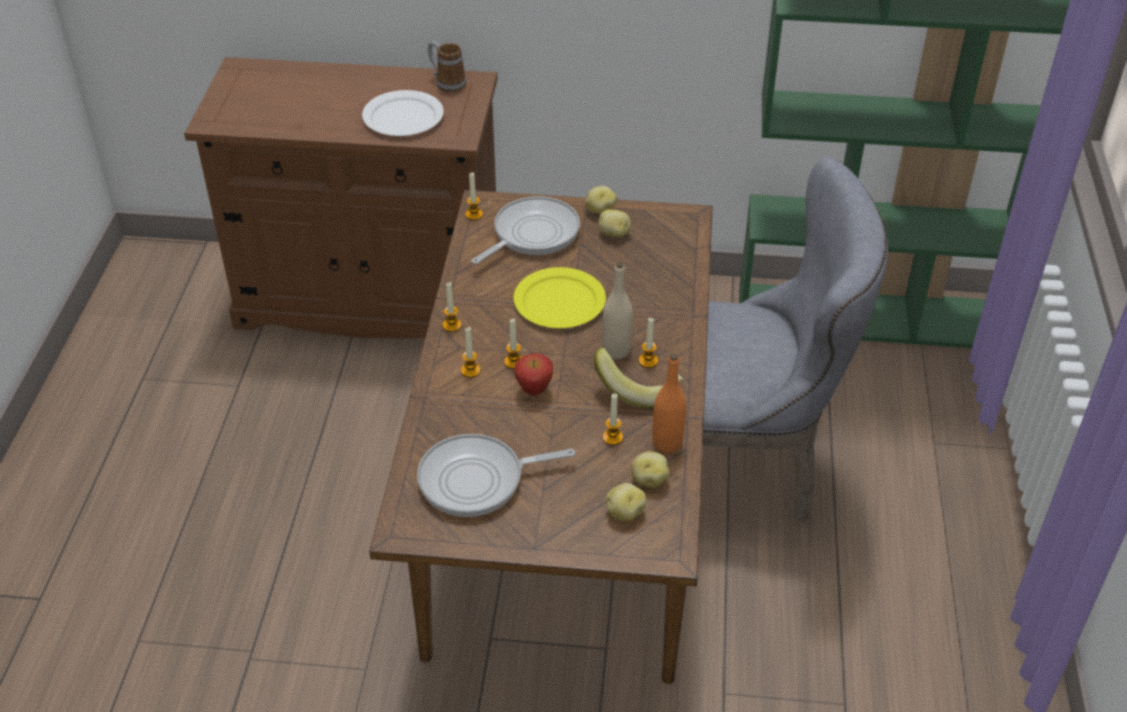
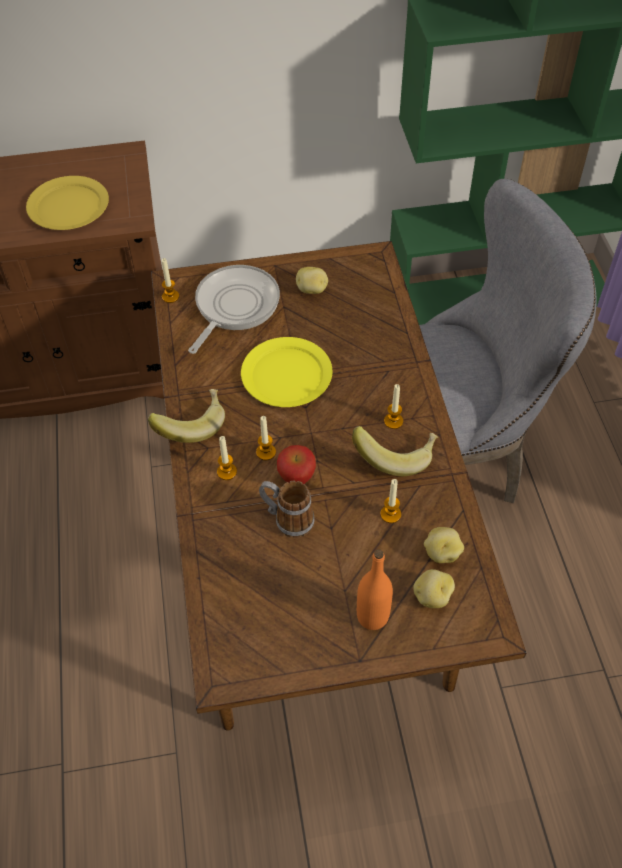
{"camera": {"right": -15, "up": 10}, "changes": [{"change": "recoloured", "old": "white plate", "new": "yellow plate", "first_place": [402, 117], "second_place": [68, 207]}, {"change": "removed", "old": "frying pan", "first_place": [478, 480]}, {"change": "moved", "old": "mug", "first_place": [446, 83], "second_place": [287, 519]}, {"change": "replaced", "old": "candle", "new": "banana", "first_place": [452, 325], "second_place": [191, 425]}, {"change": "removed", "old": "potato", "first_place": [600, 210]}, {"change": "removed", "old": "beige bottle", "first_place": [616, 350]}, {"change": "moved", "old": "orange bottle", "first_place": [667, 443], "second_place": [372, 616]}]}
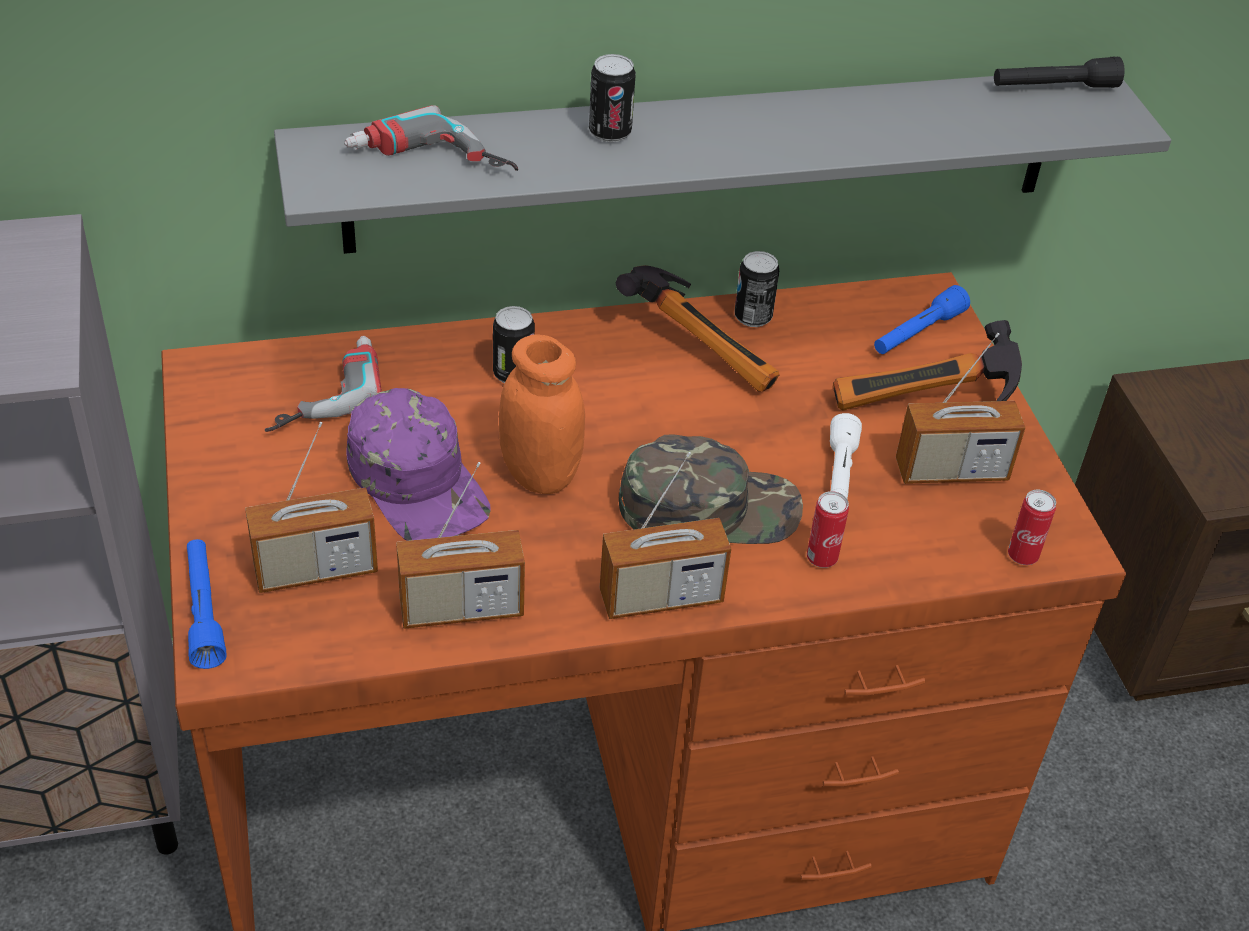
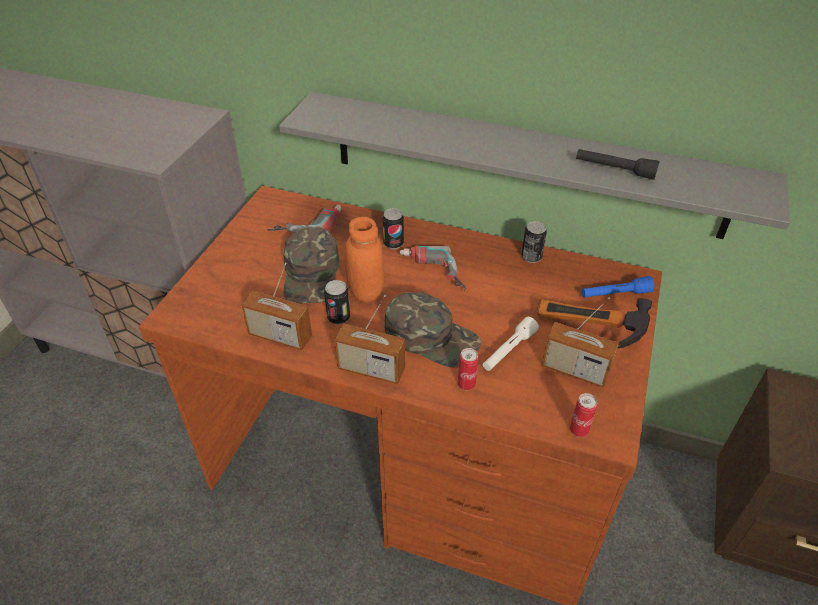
{"camera": {"right": 35, "up": 0}, "changes": [{"change": "removed", "old": "blue flashlight", "first_place": [204, 611]}, {"change": "removed", "old": "radio", "first_place": [316, 570]}, {"change": "moved", "old": "power drill", "first_place": [429, 164], "second_place": [431, 273]}, {"change": "recoloured", "old": "purple cap", "new": "green cap", "first_place": [419, 481], "second_place": [312, 274]}, {"change": "moved", "old": "can", "first_place": [610, 132], "second_place": [338, 317]}, {"change": "removed", "old": "hammer", "first_place": [704, 347]}, {"change": "moved", "old": "black flashlight", "first_place": [1054, 87], "second_place": [614, 170]}]}
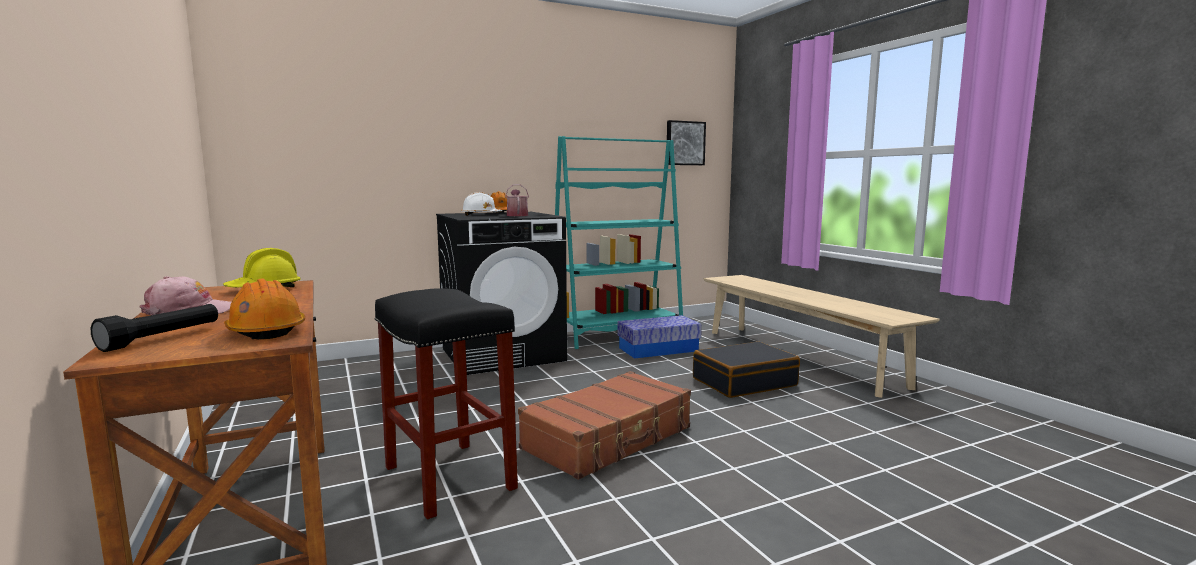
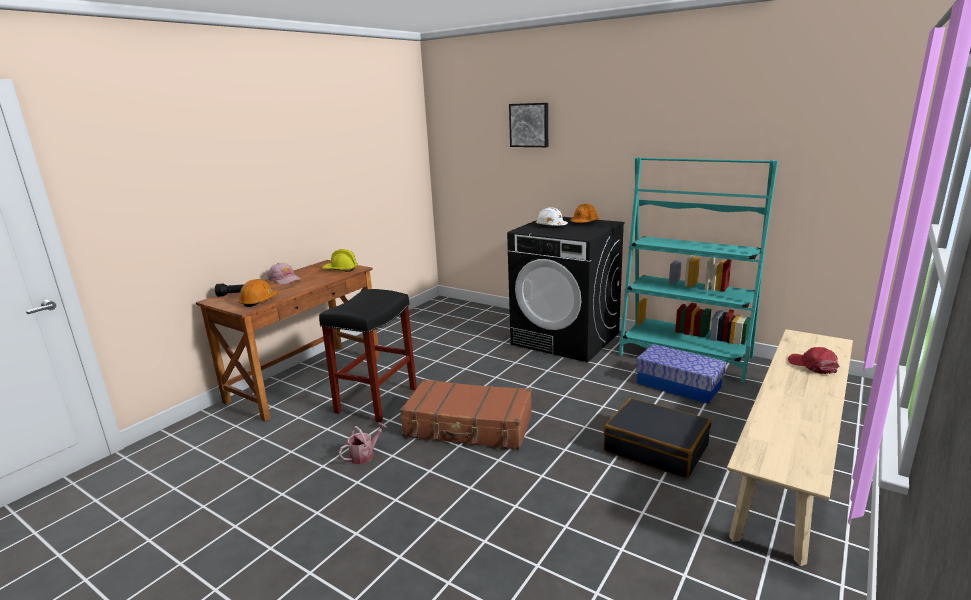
{"camera": {"right": 60, "up": 10}, "changes": [{"change": "moved", "old": "watering can", "first_place": [517, 215], "second_place": [365, 455]}, {"change": "moved", "old": "picture", "first_place": [684, 143], "second_place": [529, 125]}, {"change": "added", "new": "red cap", "second_place": [813, 365]}]}
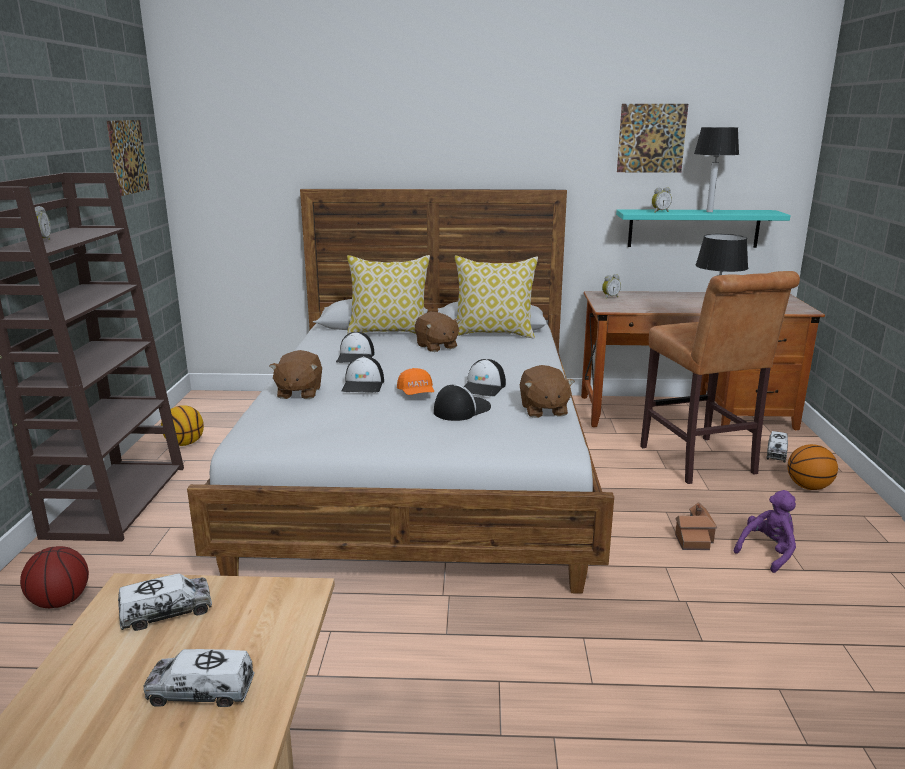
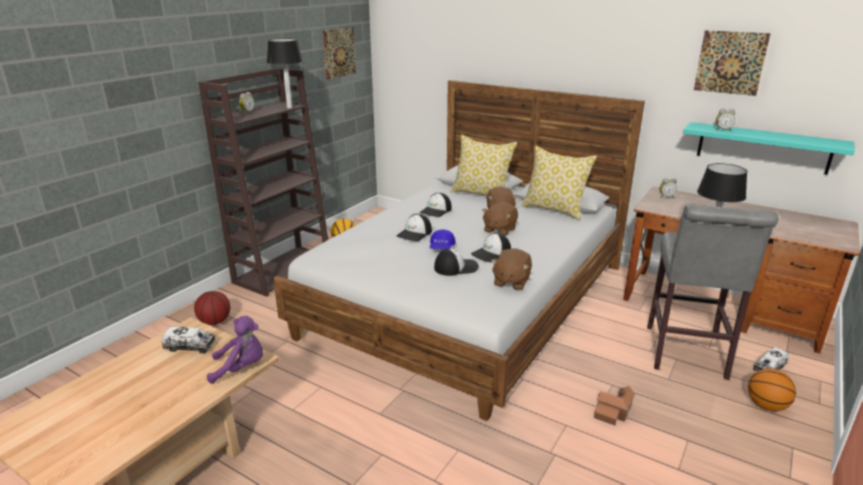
{"camera": {"right": 30, "up": 5}, "changes": [{"change": "removed", "old": "toy truck", "first_place": [201, 691]}, {"change": "moved", "old": "brown plush toy", "first_place": [299, 393], "second_place": [499, 230]}, {"change": "recoloured", "old": "orange cap", "new": "blue cap", "first_place": [416, 393], "second_place": [441, 248]}, {"change": "recoloured", "old": "brown stool", "new": "grey stool", "first_place": [700, 463], "second_place": [686, 355]}, {"change": "moved", "old": "table lamp", "first_place": [709, 211], "second_place": [289, 107]}, {"change": "moved", "old": "purple plush toy", "first_place": [767, 552], "second_place": [241, 368]}]}
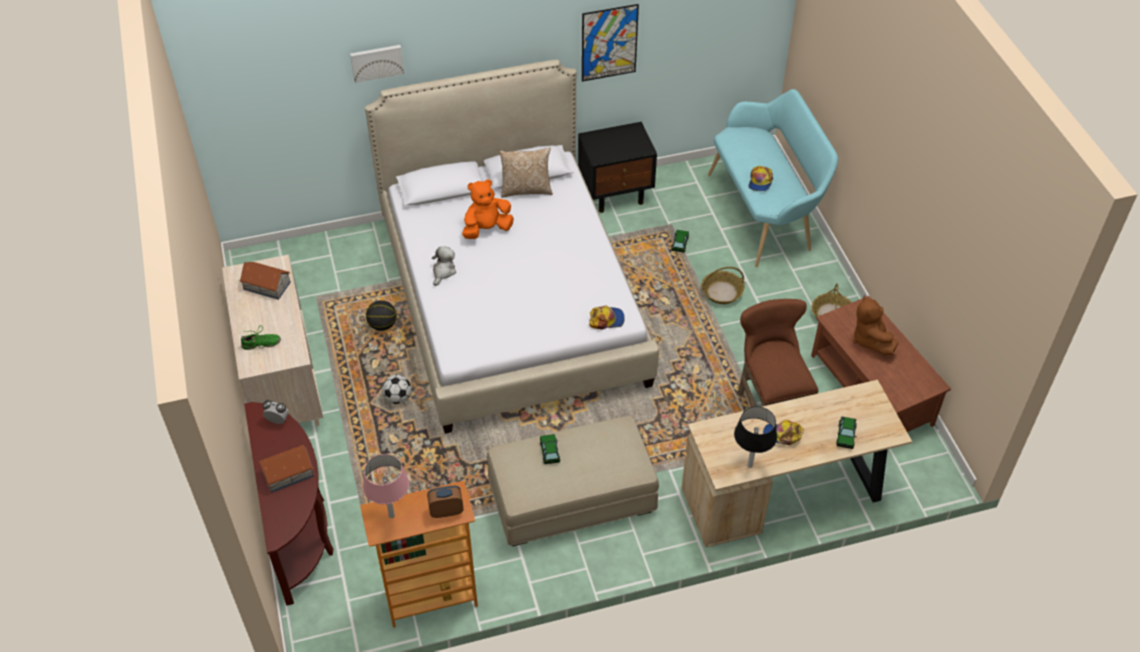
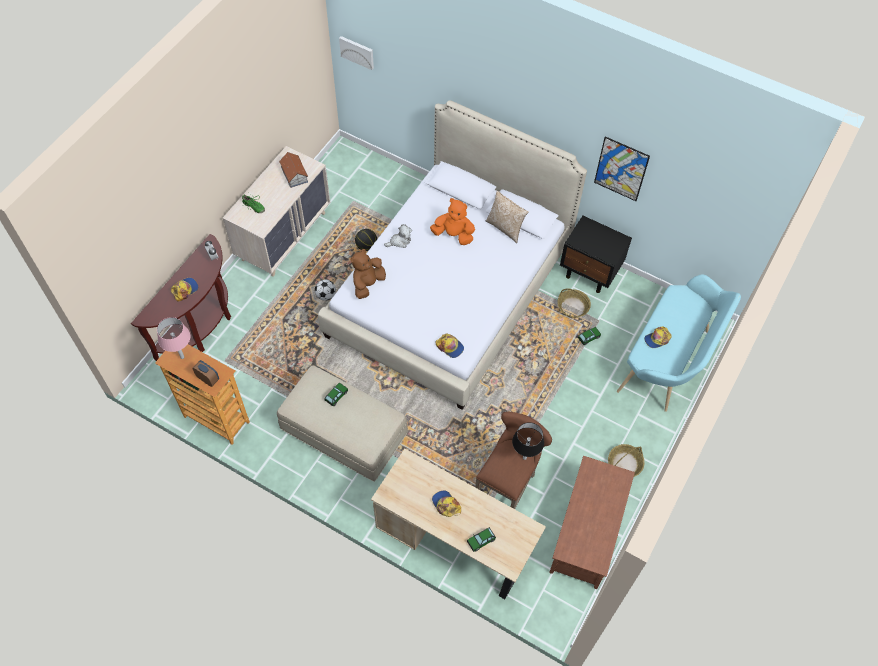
{"camera": {"right": 45, "up": 10}, "changes": [{"change": "replaced", "old": "toy house", "new": "cap", "first_place": [287, 473], "second_place": [185, 290]}, {"change": "moved", "old": "picture", "first_place": [376, 62], "second_place": [357, 52]}, {"change": "moved", "old": "basket", "first_place": [722, 292], "second_place": [573, 307]}, {"change": "moved", "old": "black table lamp", "first_place": [750, 465], "second_place": [524, 458]}, {"change": "moved", "old": "brown plush toy", "first_place": [870, 339], "second_place": [367, 284]}]}
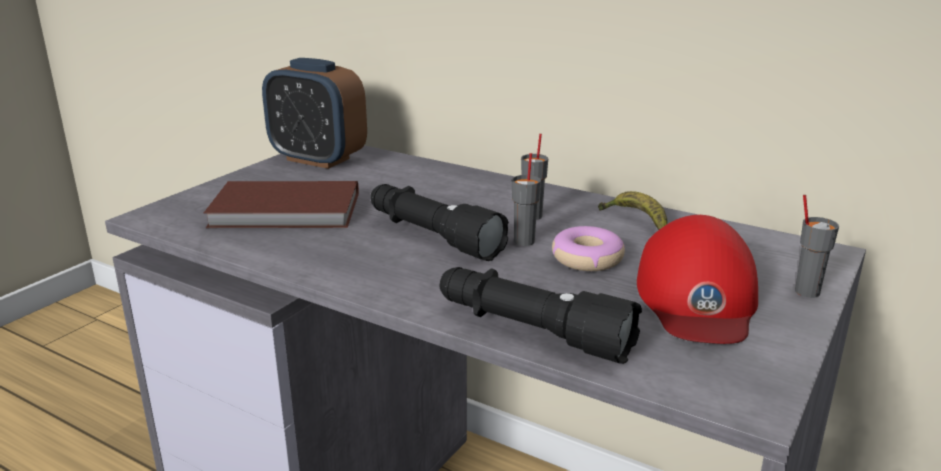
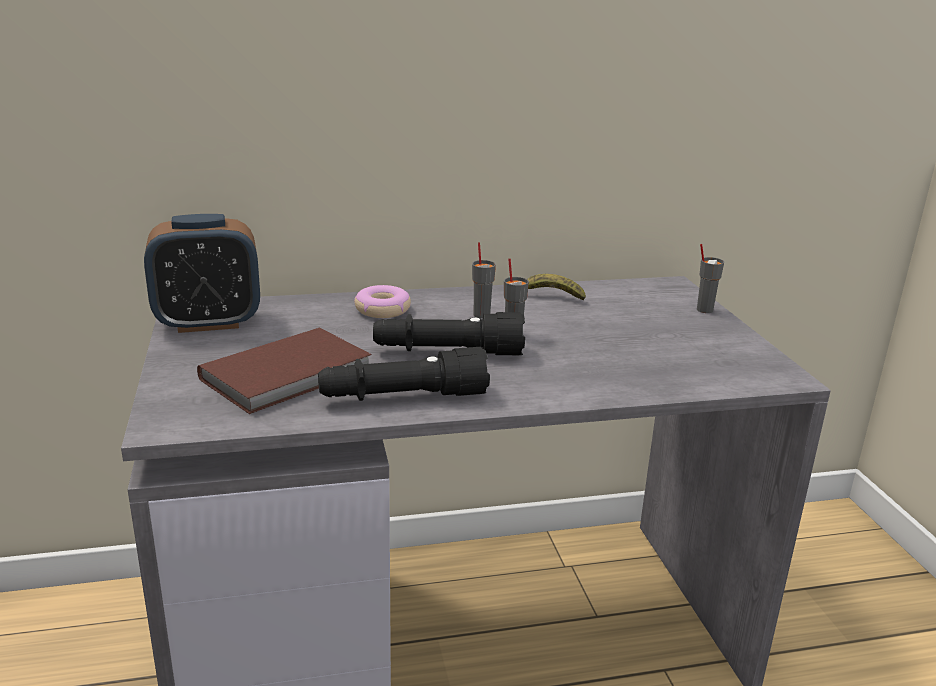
{"camera": {"right": -45, "up": 0}, "changes": [{"change": "moved", "old": "black flashlight", "first_place": [531, 331], "second_place": [403, 397]}, {"change": "moved", "old": "donut", "first_place": [587, 259], "second_place": [382, 310]}, {"change": "removed", "old": "red cap", "first_place": [697, 297]}]}
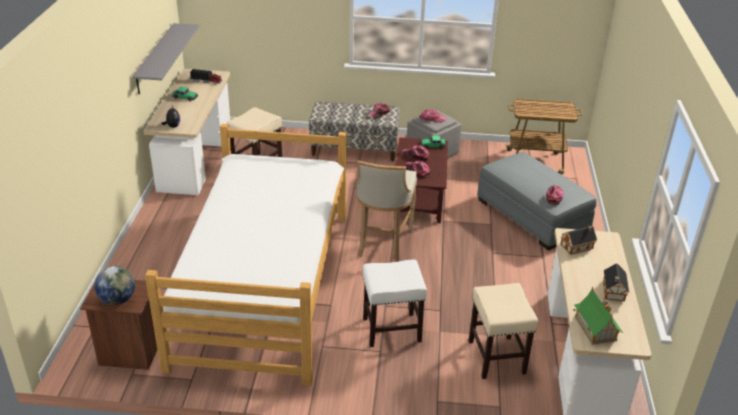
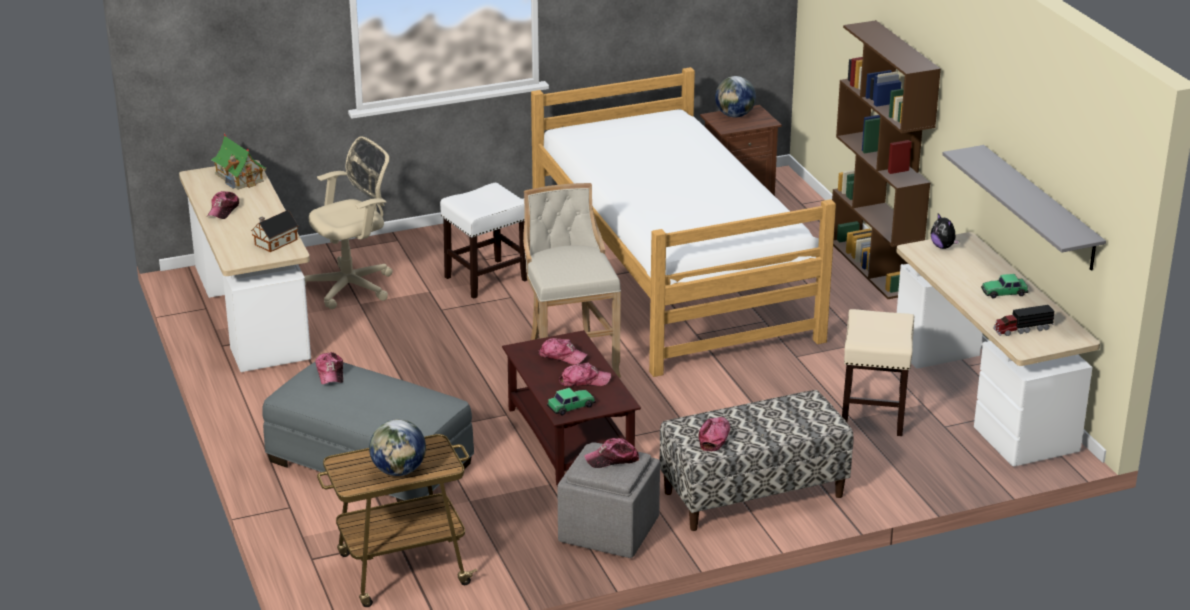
{"camera": {"right": 155, "up": -5}, "changes": [{"change": "replaced", "old": "beige stool", "new": "beige office chair", "first_place": [496, 356], "second_place": [352, 286]}, {"change": "replaced", "old": "toy house", "new": "cap", "first_place": [613, 291], "second_place": [223, 210]}, {"change": "added", "new": "globe", "second_place": [399, 471]}, {"change": "added", "new": "brown bookcase", "second_place": [874, 267]}]}
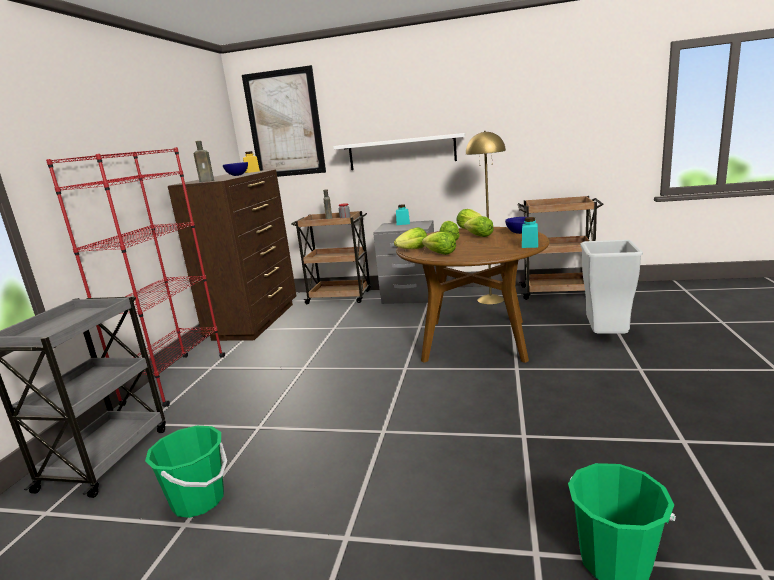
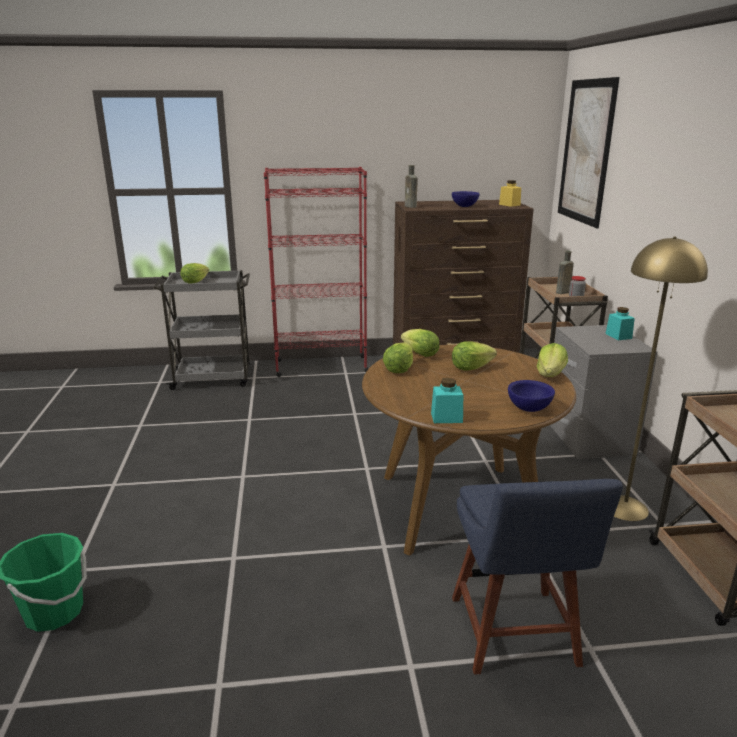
{"camera": {"right": 70, "up": 5}, "changes": [{"change": "removed", "old": "green bucket", "first_place": [198, 500]}, {"change": "removed", "old": "white shelf", "first_place": [401, 152]}, {"change": "moved", "old": "lettuce", "first_place": [479, 236], "second_place": [195, 282]}, {"change": "replaced", "old": "grey trash can", "new": "blue chair", "first_place": [606, 339], "second_place": [515, 636]}]}
